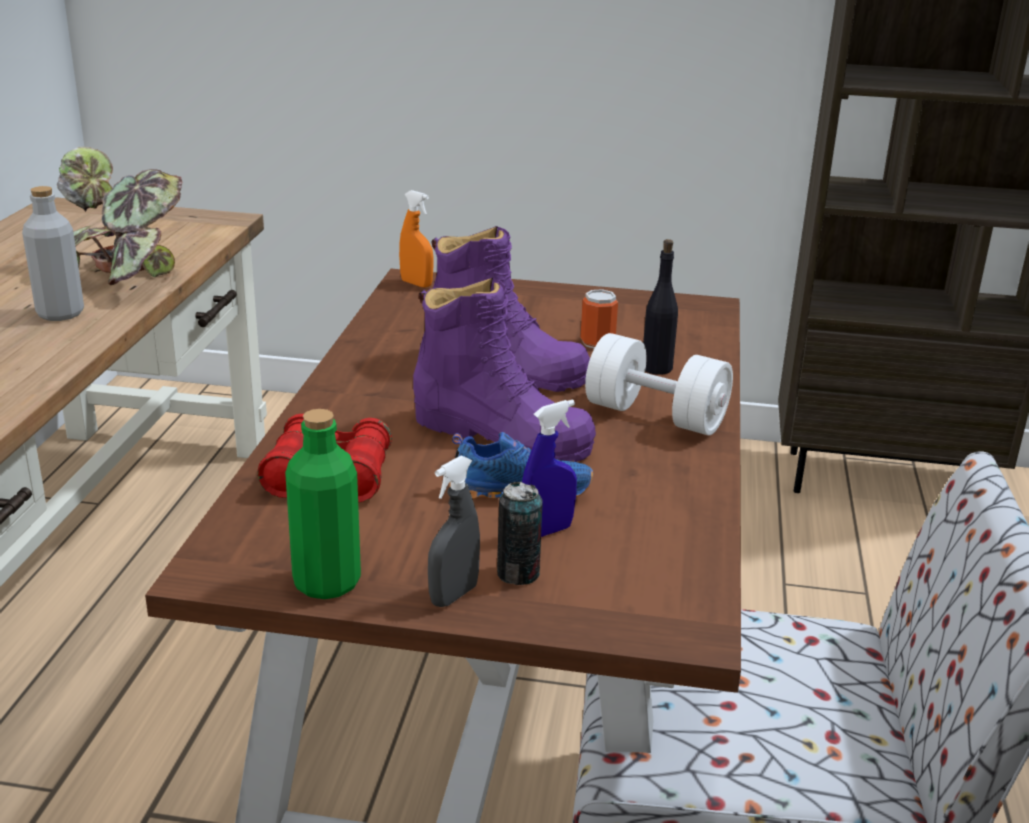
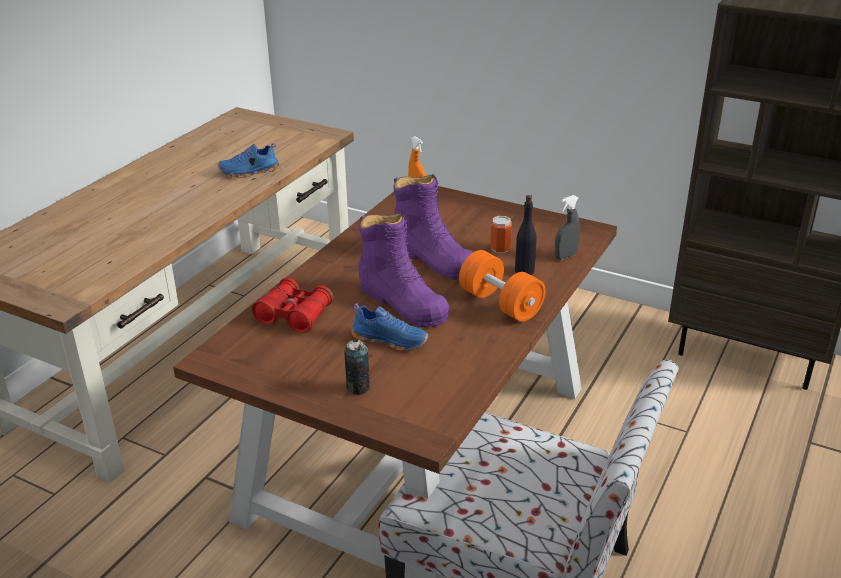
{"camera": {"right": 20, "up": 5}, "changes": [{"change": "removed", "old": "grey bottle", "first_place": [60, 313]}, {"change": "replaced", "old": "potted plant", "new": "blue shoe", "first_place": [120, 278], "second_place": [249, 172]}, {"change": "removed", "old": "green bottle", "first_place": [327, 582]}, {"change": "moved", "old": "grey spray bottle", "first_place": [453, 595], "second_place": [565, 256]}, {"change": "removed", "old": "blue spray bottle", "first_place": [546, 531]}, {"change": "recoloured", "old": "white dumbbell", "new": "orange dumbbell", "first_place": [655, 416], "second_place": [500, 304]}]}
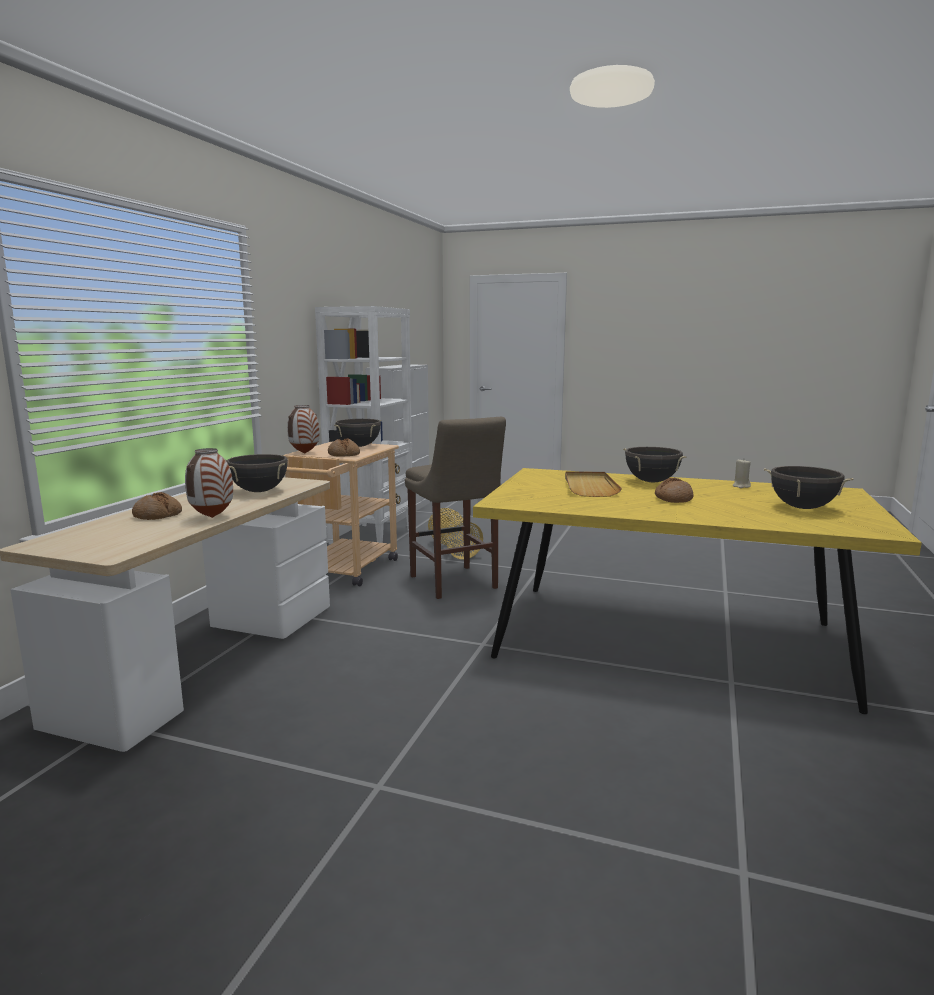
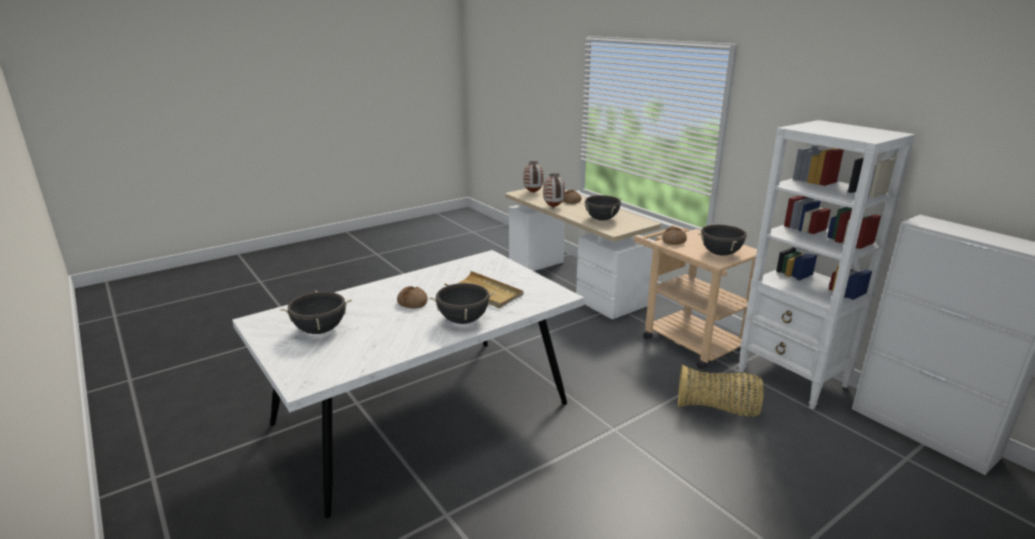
{"camera": {"right": 125, "up": 10}, "changes": [{"change": "moved", "old": "vase", "first_place": [304, 453], "second_place": [533, 192]}, {"change": "removed", "old": "beige stool", "first_place": [454, 583]}, {"change": "recoloured", "old": "yellow dining table", "new": "white dining table", "first_place": [669, 640], "second_place": [421, 414]}, {"change": "removed", "old": "beige candle", "first_place": [741, 486]}]}
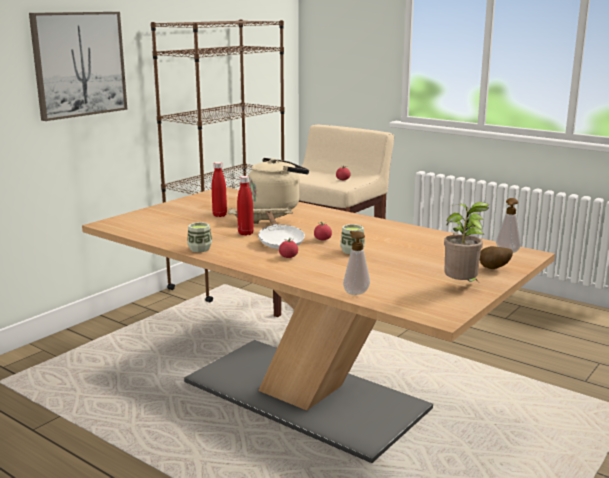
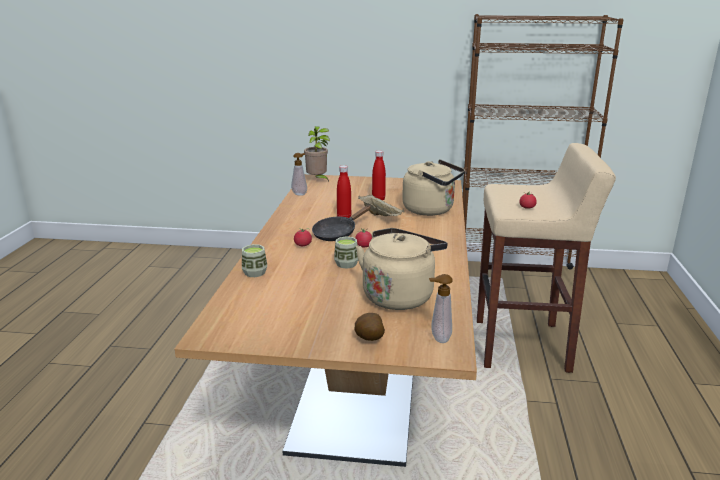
{"camera": {"right": 60, "up": 5}, "changes": [{"change": "removed", "old": "picture", "first_place": [79, 64]}, {"change": "moved", "old": "cup", "first_place": [200, 249], "second_place": [255, 272]}, {"change": "recoloured", "old": "white frying pan", "new": "black frying pan", "first_place": [279, 242], "second_place": [337, 233]}, {"change": "moved", "old": "soap dispenser", "first_place": [355, 292], "second_place": [300, 194]}, {"change": "moved", "old": "potted plant", "first_place": [462, 286], "second_place": [318, 180]}, {"change": "added", "new": "beige kettle", "second_place": [399, 295]}]}
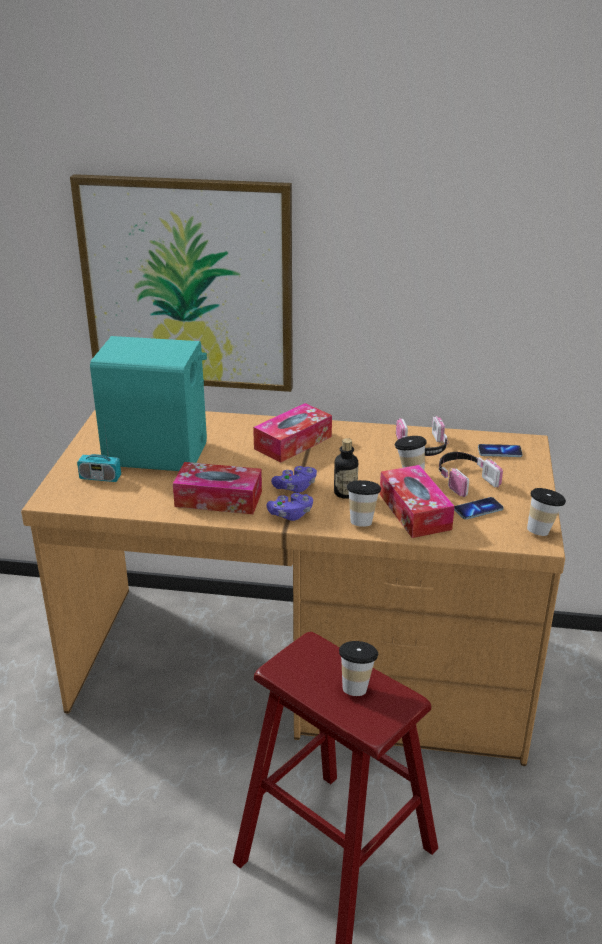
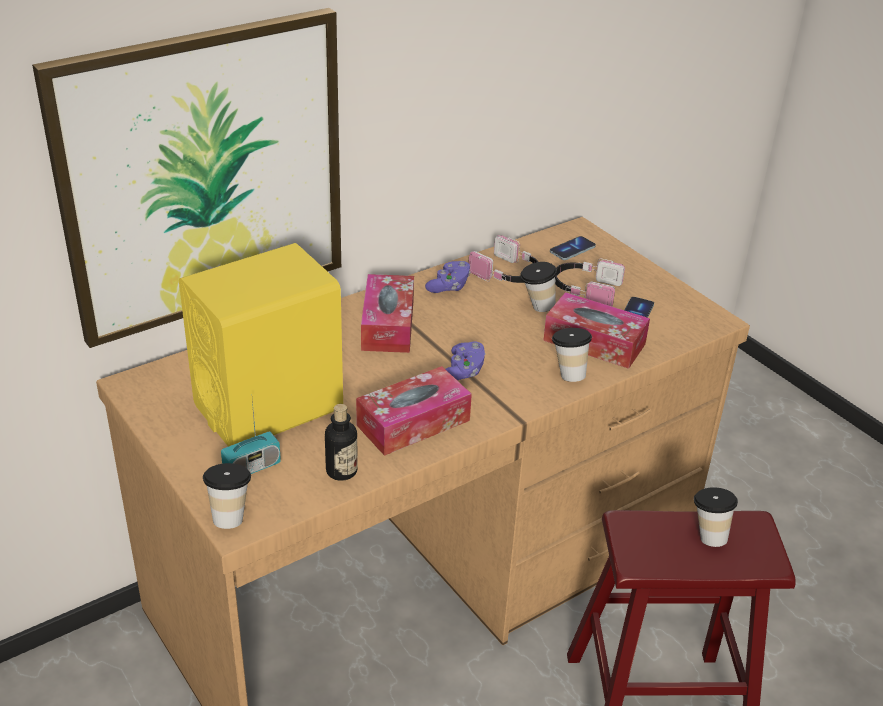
{"camera": {"right": -45, "up": 5}, "changes": [{"change": "recoloured", "old": "turquoise speaker", "new": "yellow speaker", "first_place": [156, 454], "second_place": [269, 407]}, {"change": "moved", "old": "purple game controller", "first_place": [290, 514], "second_place": [449, 286]}, {"change": "moved", "old": "bottle", "first_place": [345, 493], "second_place": [341, 471]}, {"change": "moved", "old": "cup", "first_place": [542, 530], "second_place": [230, 516]}]}
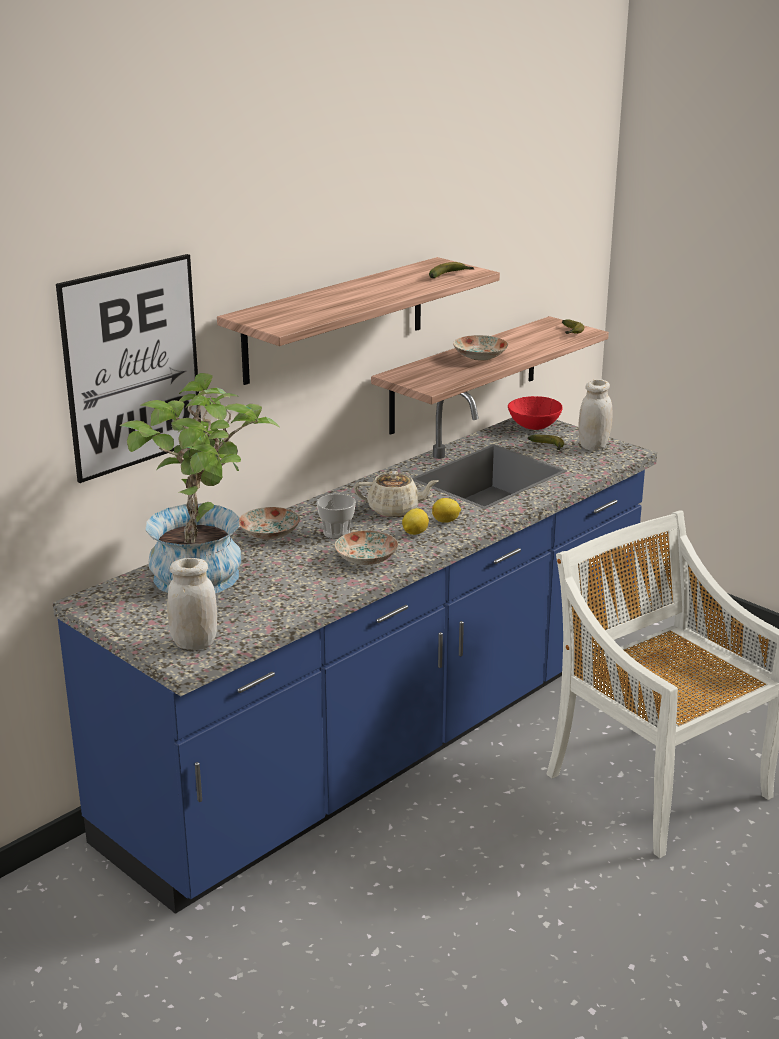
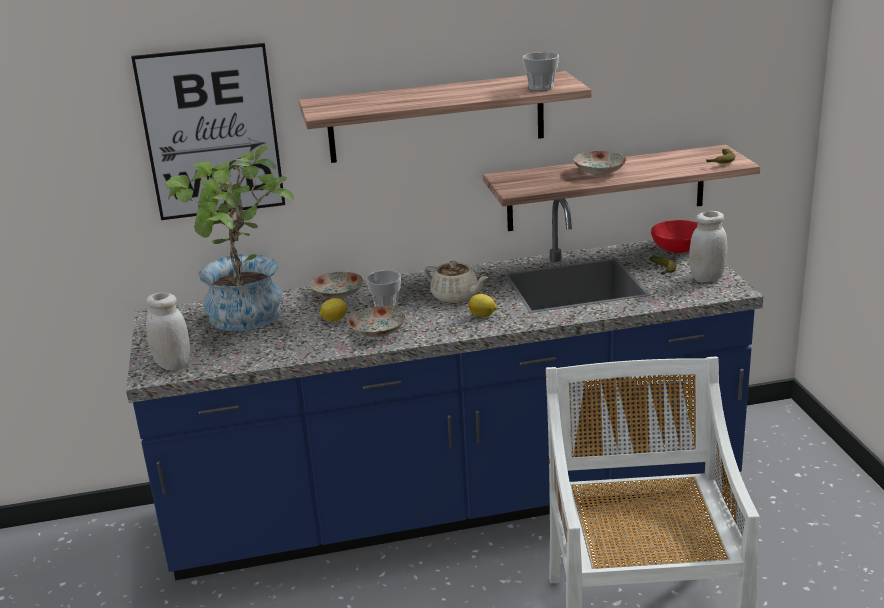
{"camera": {"right": 35, "up": 0}, "changes": [{"change": "moved", "old": "lemon", "first_place": [414, 533], "second_place": [334, 320]}, {"change": "replaced", "old": "banana", "new": "cup", "first_place": [450, 275], "second_place": [541, 87]}]}
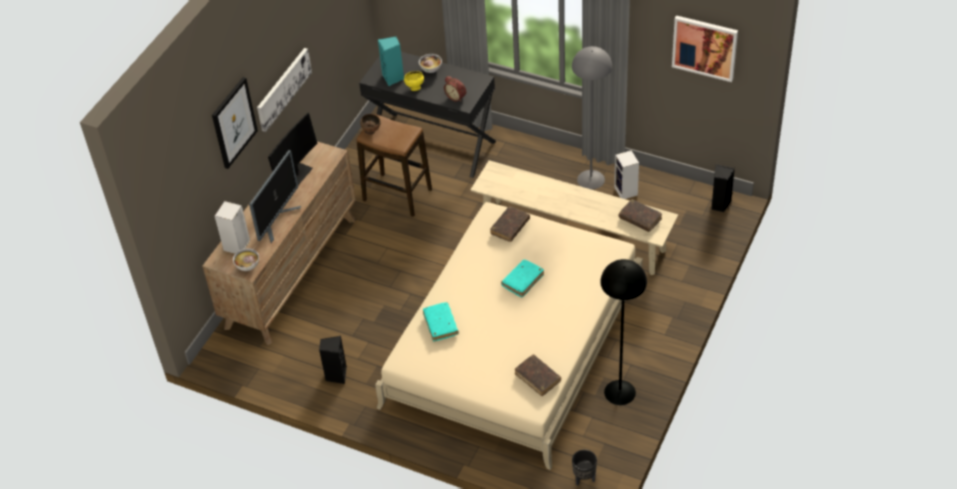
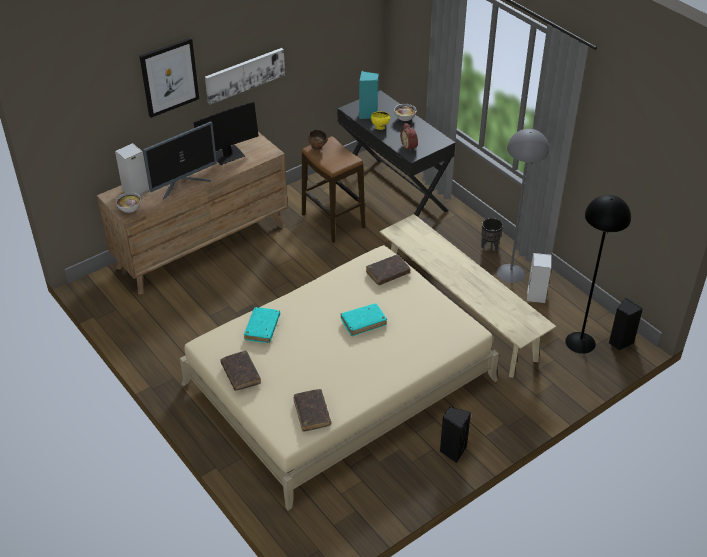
{"camera": {"right": 25, "up": -5}, "changes": [{"change": "moved", "old": "black speaker", "first_place": [336, 375], "second_place": [452, 450]}, {"change": "moved", "old": "black planter", "first_place": [584, 479], "second_place": [490, 246]}, {"change": "moved", "old": "black floor lamp", "first_place": [619, 392], "second_place": [580, 342]}, {"change": "moved", "old": "brown book", "first_place": [640, 219], "second_place": [241, 374]}, {"change": "removed", "old": "picture", "first_place": [704, 47]}]}
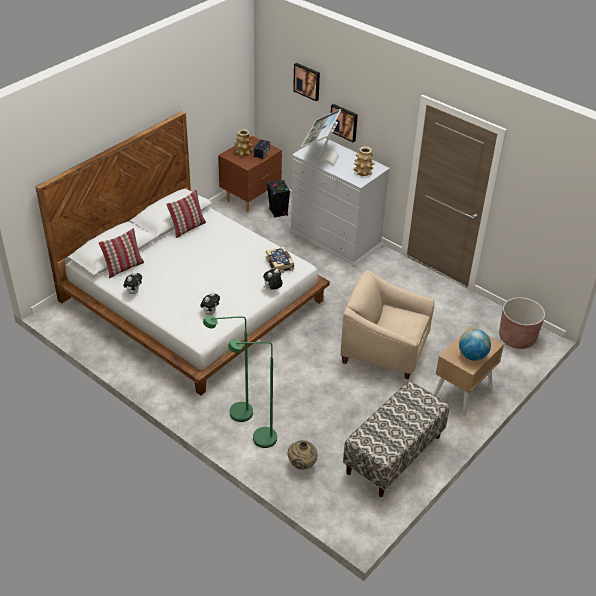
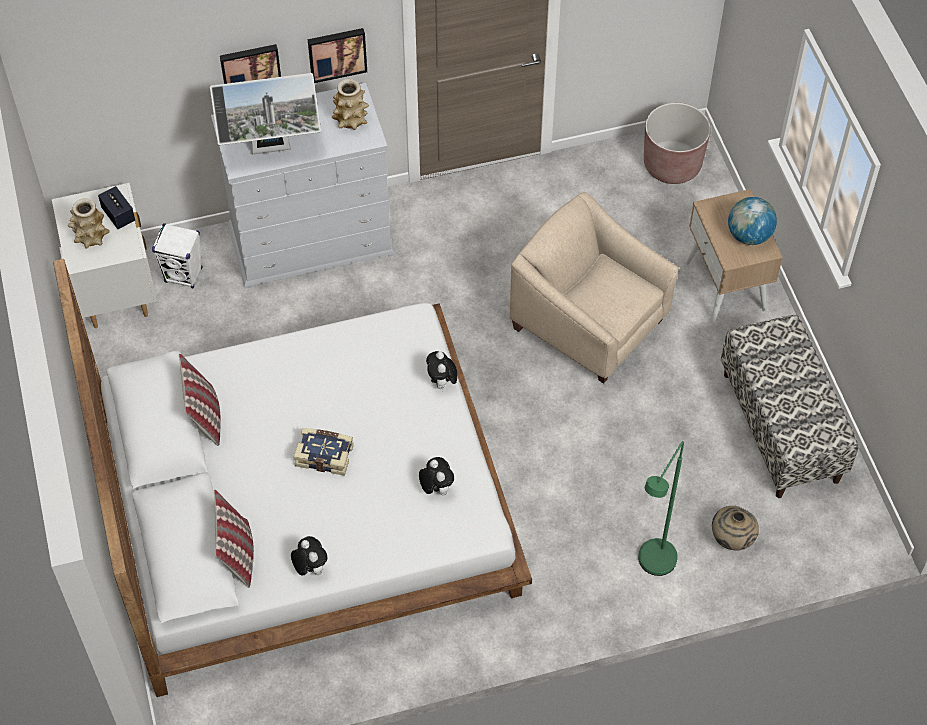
{"camera": {"right": -55, "up": 15}, "changes": [{"change": "removed", "old": "green floor lamp", "first_place": [234, 413]}, {"change": "recoloured", "old": "brown nightstand", "new": "white nightstand", "first_place": [250, 199], "second_place": [116, 293]}, {"change": "moved", "old": "book", "first_place": [280, 264], "second_place": [324, 455]}, {"change": "recoloured", "old": "black speaker", "new": "white speaker", "first_place": [278, 212], "second_place": [184, 275]}, {"change": "moved", "old": "picture", "first_place": [307, 81], "second_place": [337, 53]}, {"change": "turned", "old": "monitor", "first_place": [320, 158], "second_place": [271, 150], "degrees": -60}, {"change": "turned", "old": "beige armchair", "first_place": [384, 350], "second_place": [589, 323], "degrees": 75}]}
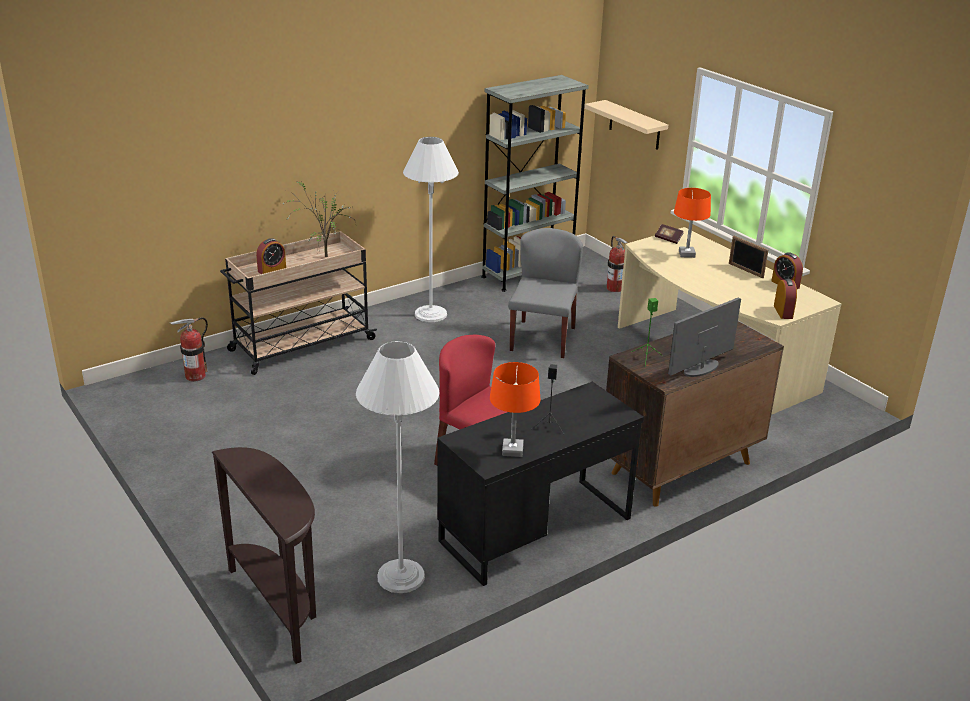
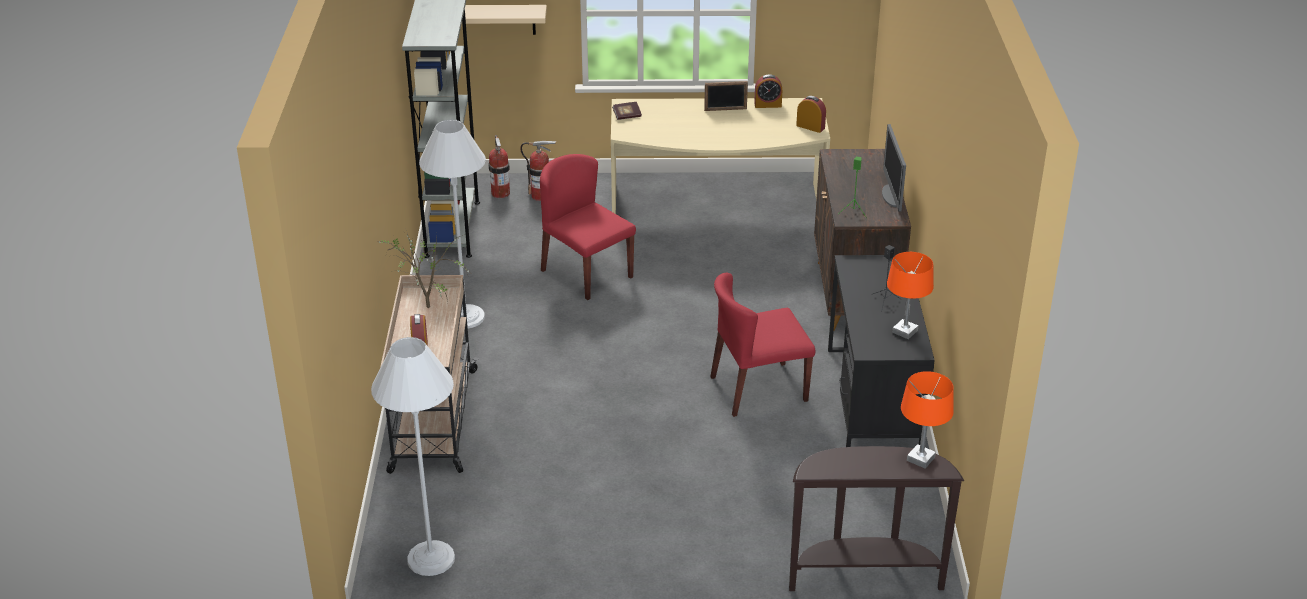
{"camera": {"right": -55, "up": 5}, "changes": [{"change": "moved", "old": "fire extinguisher", "first_place": [195, 376], "second_place": [500, 193]}, {"change": "moved", "old": "white floor lamp", "first_place": [400, 576], "second_place": [431, 559]}, {"change": "recoloured", "old": "grey chair", "new": "red chair", "first_place": [542, 338], "second_place": [586, 273]}, {"change": "moved", "old": "orange table lamp", "first_place": [687, 254], "second_place": [920, 459]}]}
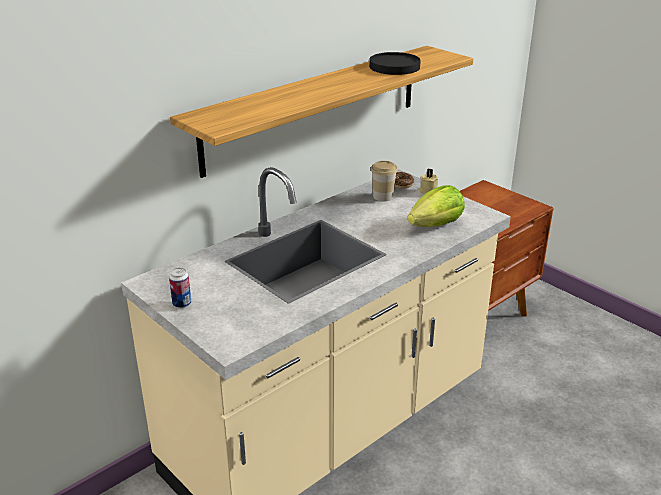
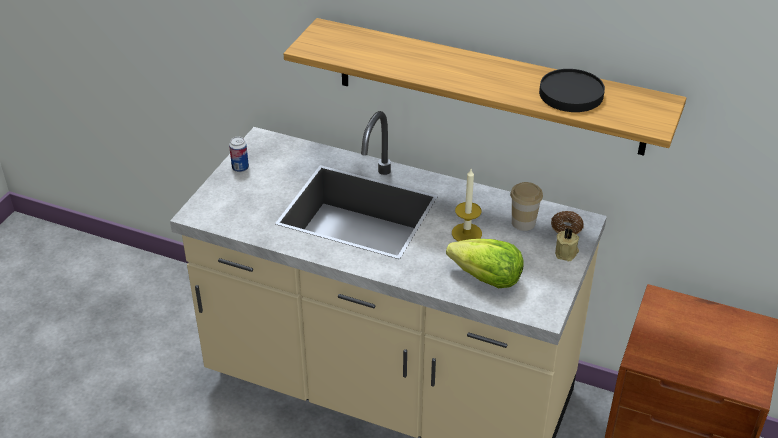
{"camera": {"right": 65, "up": 10}, "changes": [{"change": "added", "new": "candle", "second_place": [466, 233]}]}
